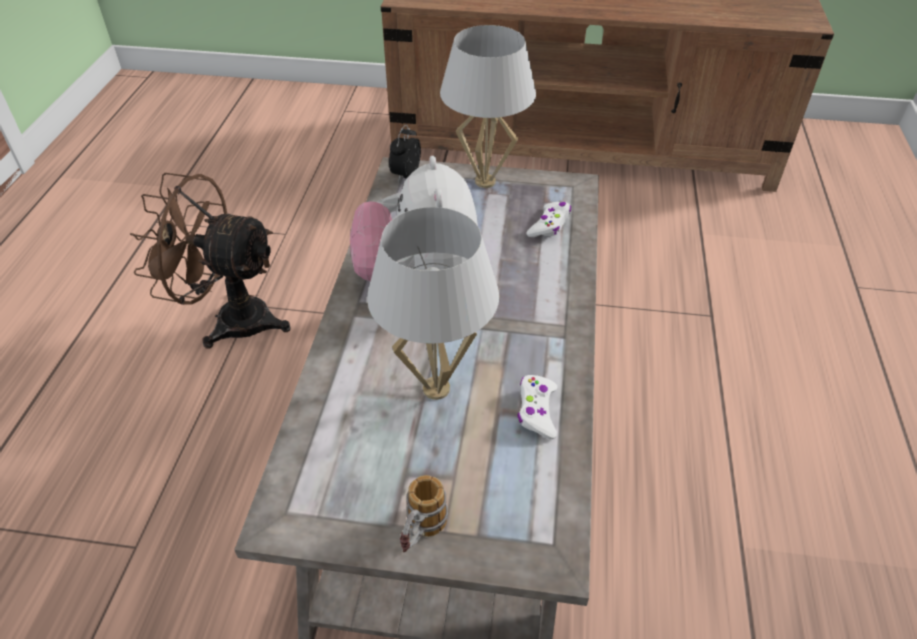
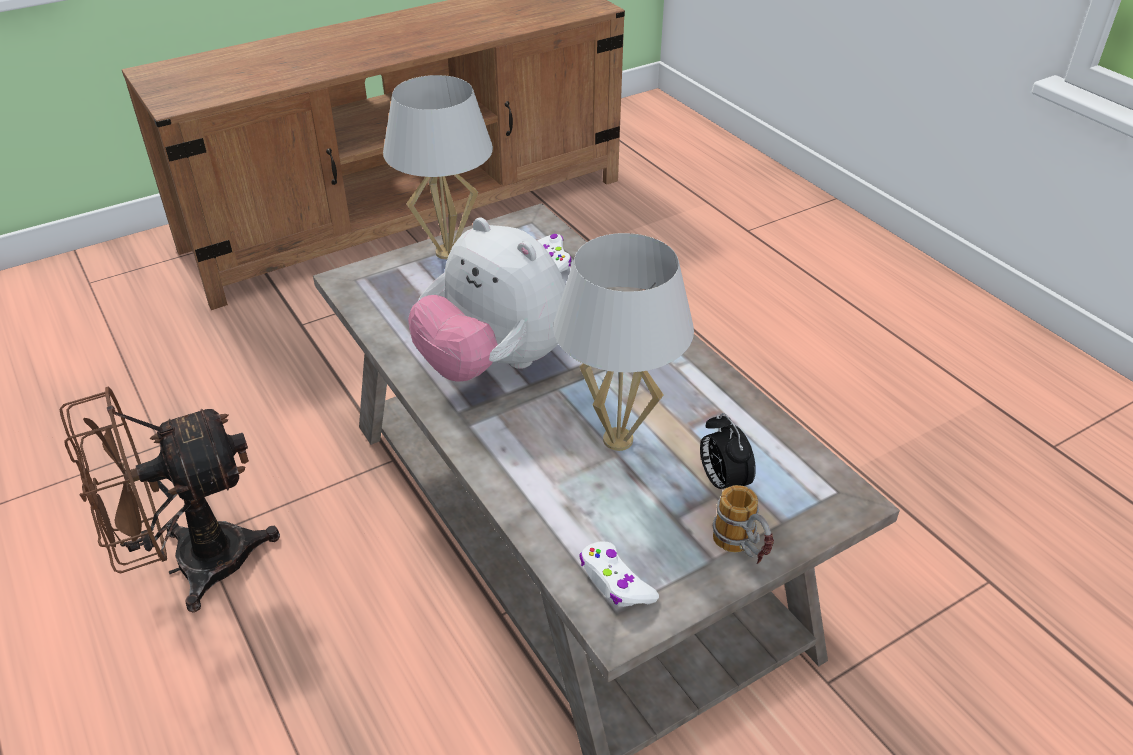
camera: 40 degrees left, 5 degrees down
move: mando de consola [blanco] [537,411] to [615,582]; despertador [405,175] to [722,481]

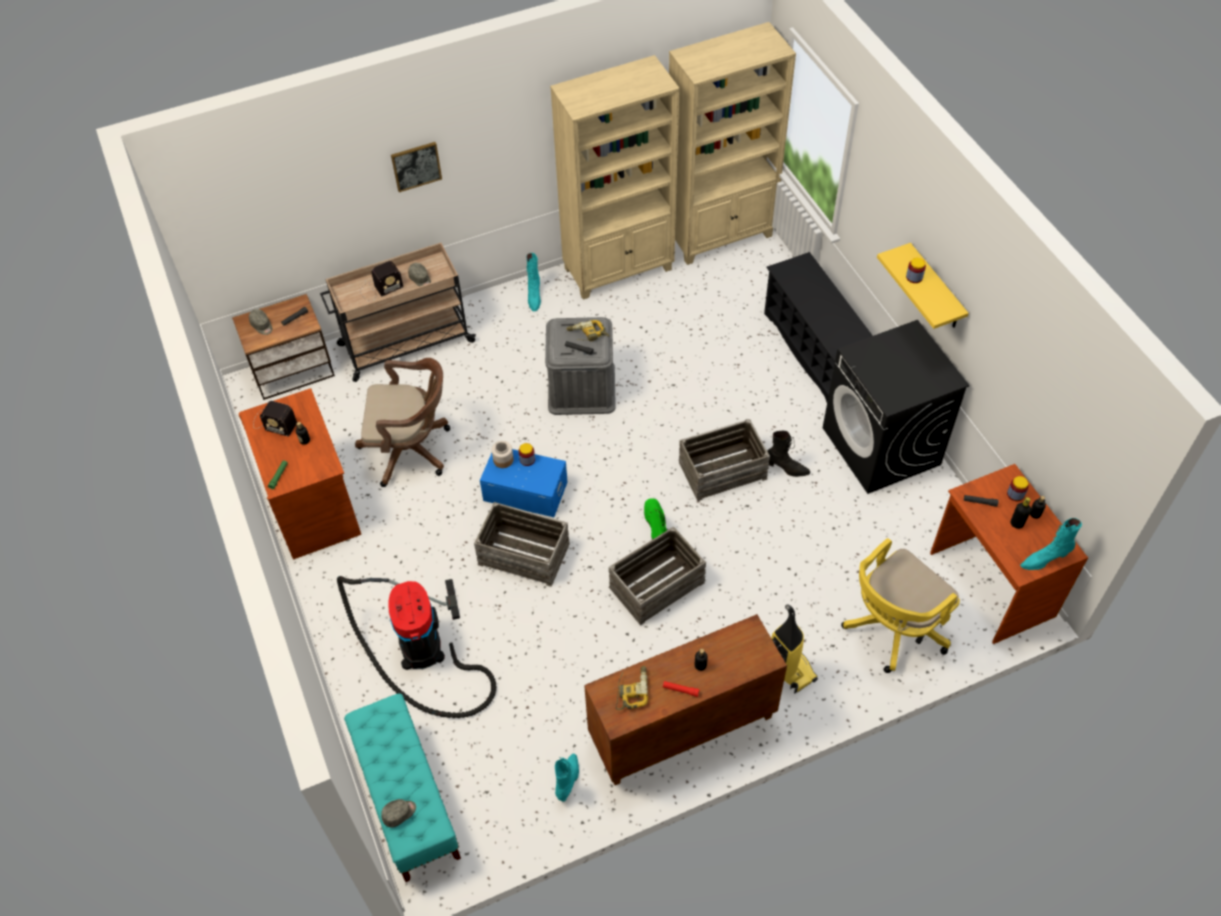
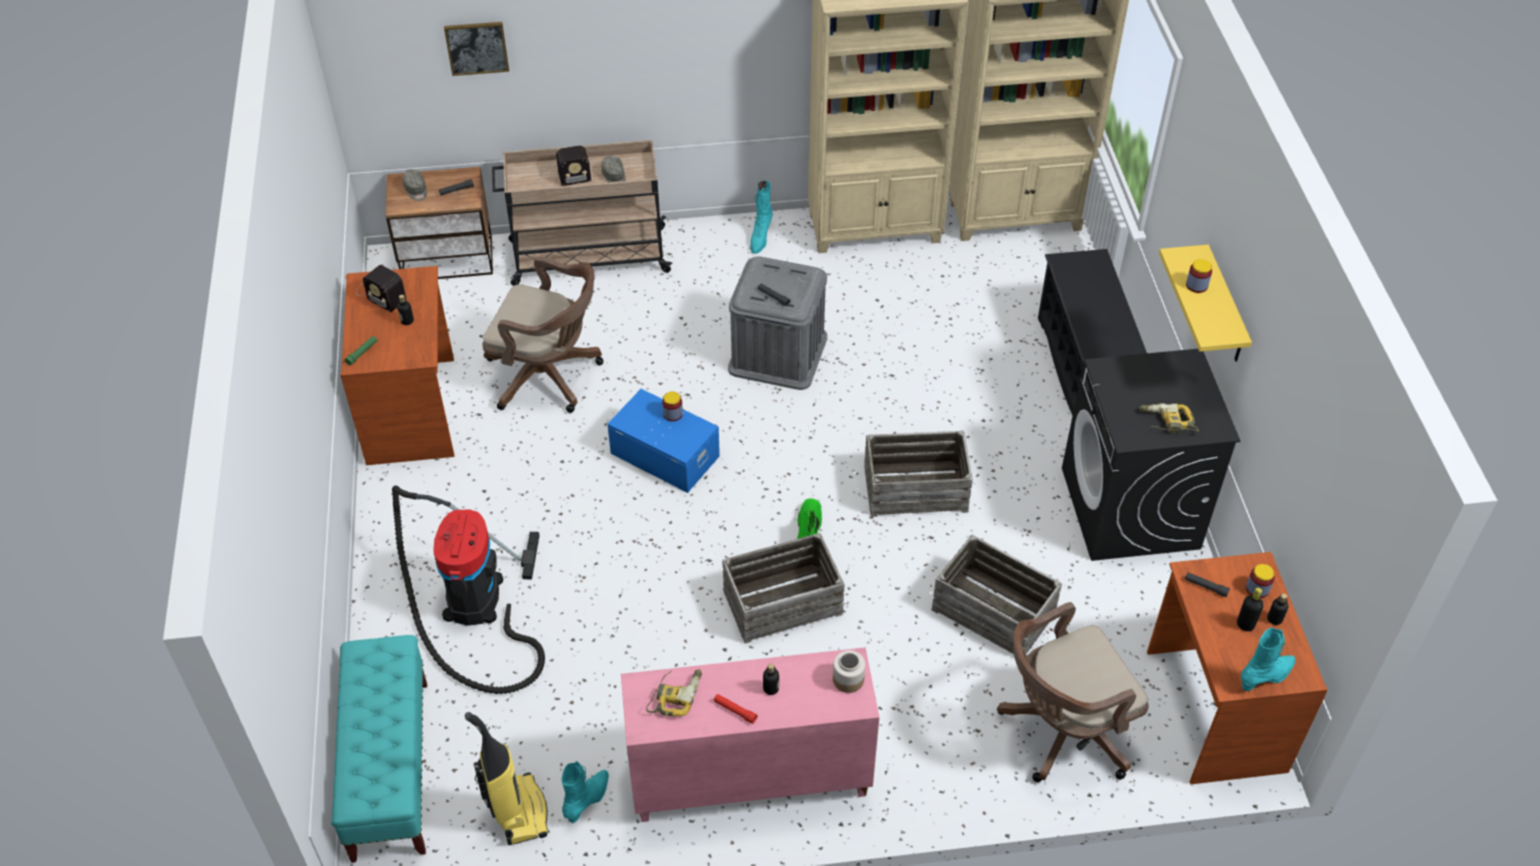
camera: 15 degrees right, 5 degrees down
delete: gorra [gris] [399,813]; bota [negro] [786,469]
move: cuadro [416,166] to [477,47]; aspiradora [787,668] to [518,811]; tarro [503,460] to [848,680]; caja de embalaje [524,553] to [994,611]; taladro [587,334] to [1167,422]
recolor: armario [marrón] [682,730] to armario [rosa] [748,780]; silla de oficina [amarillo] [892,629] to silla de oficina [marrón] [1062,731]
rotate: bota [turquesa] [1044,560] = [1266,677] 150 degrees clockwise

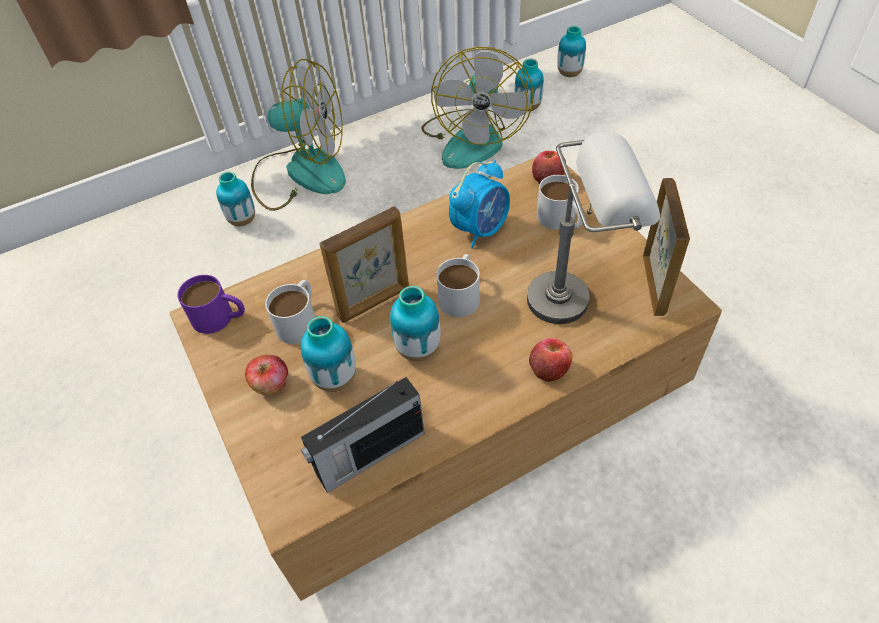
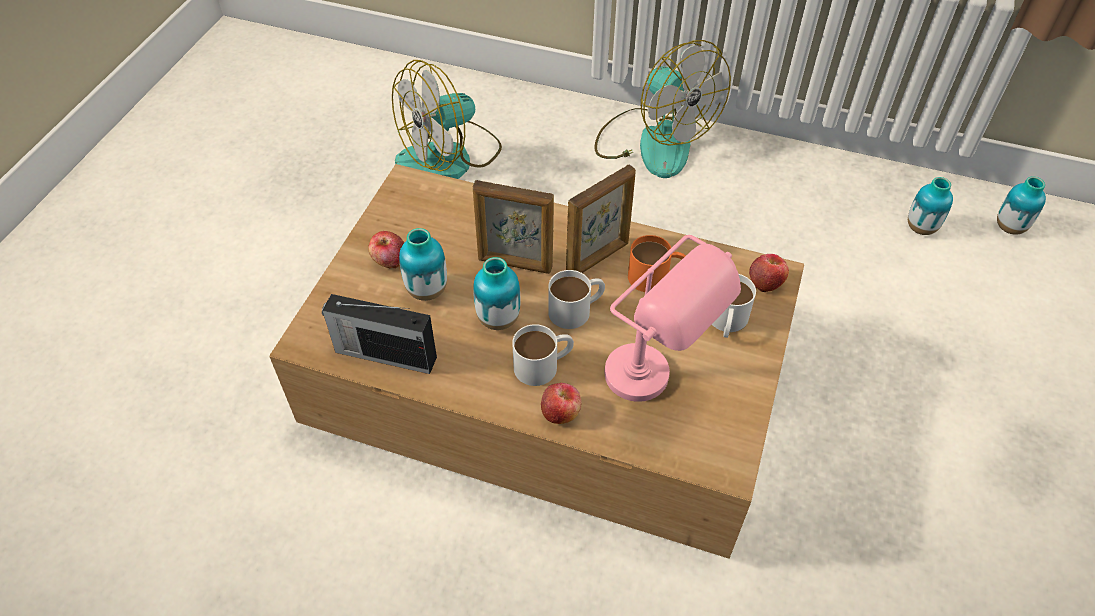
camera: 45 degrees right, 0 degrees up
delete: taza grande [morado] [220,318]; florero [242,220]
move: ventilador [473,138] to [450,156]; taza grande [blanco] [300,320] to [544,364]; portarretratos [654,285] to [598,258]
replace: despertador [480,229] to taza grande [naranja] [656,277]
recolor: lámpara de mesa [gris] [578,295] to lámpara de mesa [rosa] [656,385]

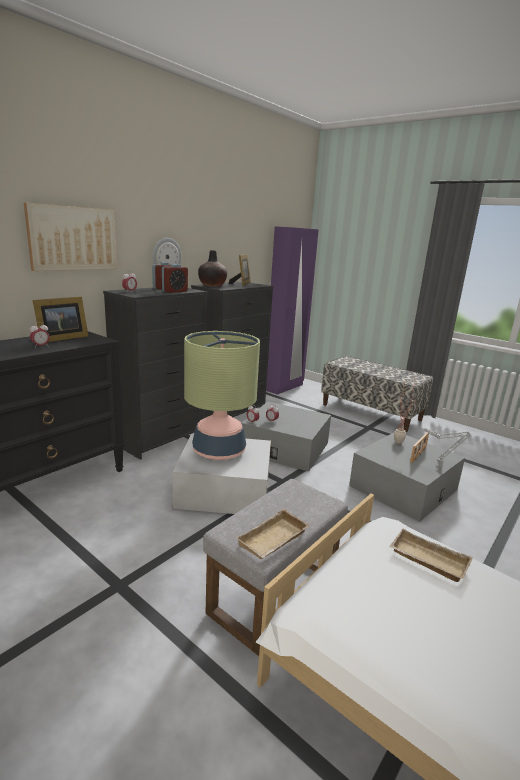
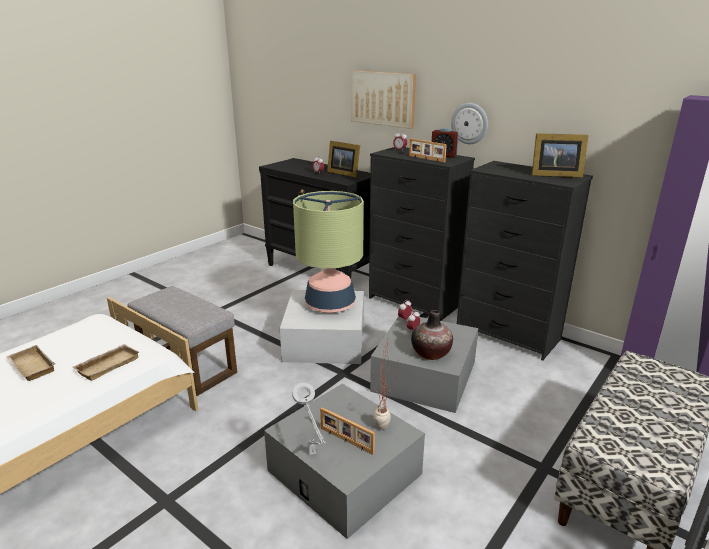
camera: 90 degrees right, 5 degrees up
move: bandeja [beis] [274,540] to [30,367]; florero [212,285] to [431,353]
replace: despertador [175,291] to portarretratos [426,159]

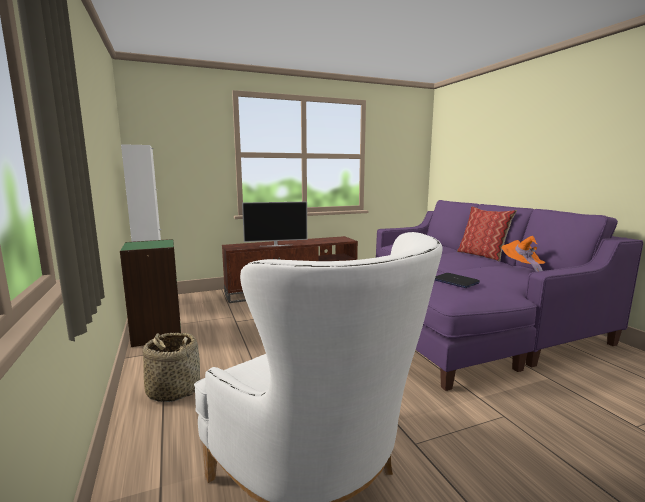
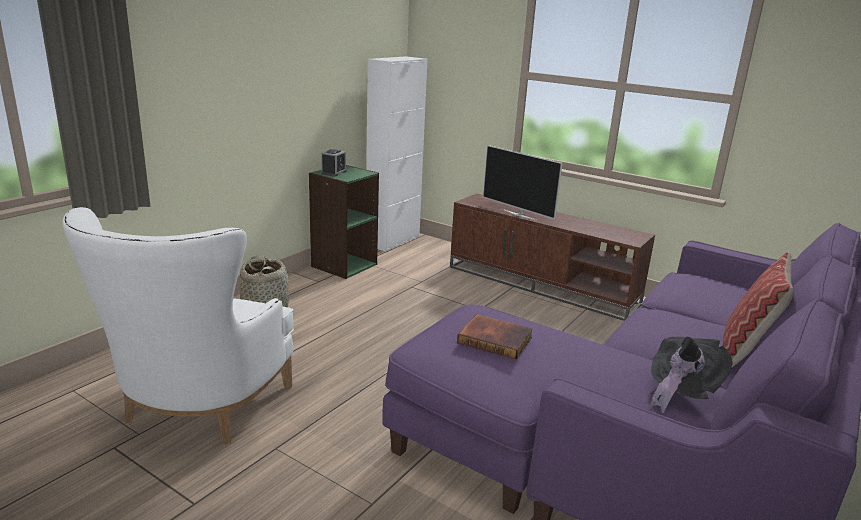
camera: 55 degrees right, 10 degrees up
insert: despertador [333,172]
replace: portátil [455,281] to libro [496,339]
recolor: sombrero [naranja] [522,268] to sombrero [negro] [680,391]

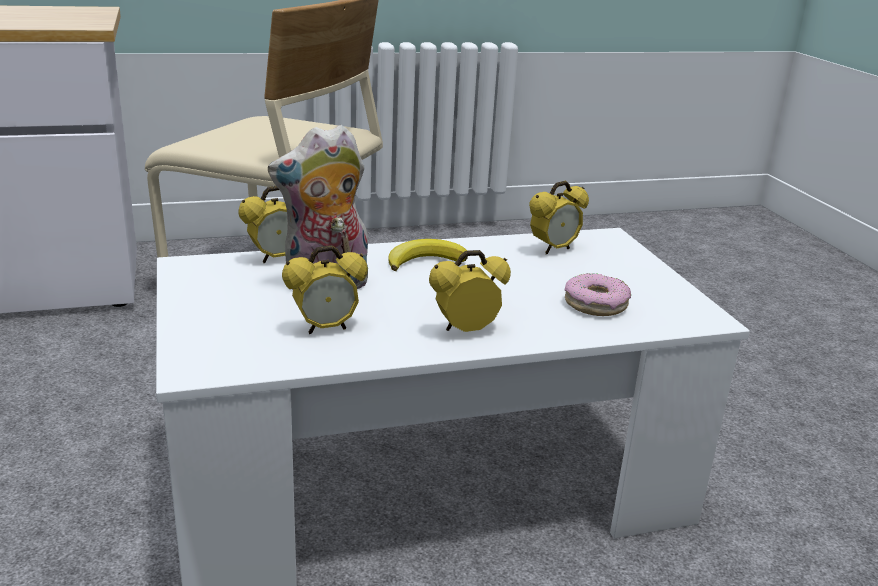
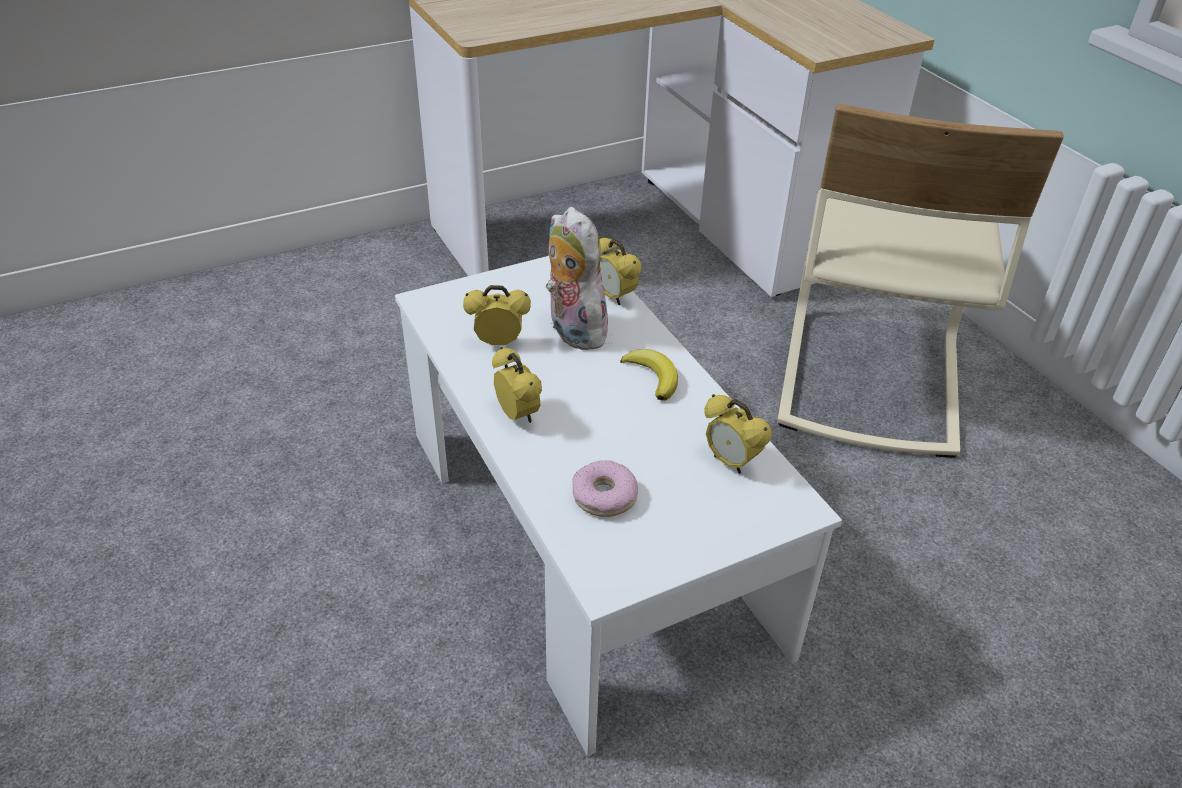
camera: 80 degrees right, 15 degrees up
rotate: despertador [325,328] = [499,343] 120 degrees clockwise

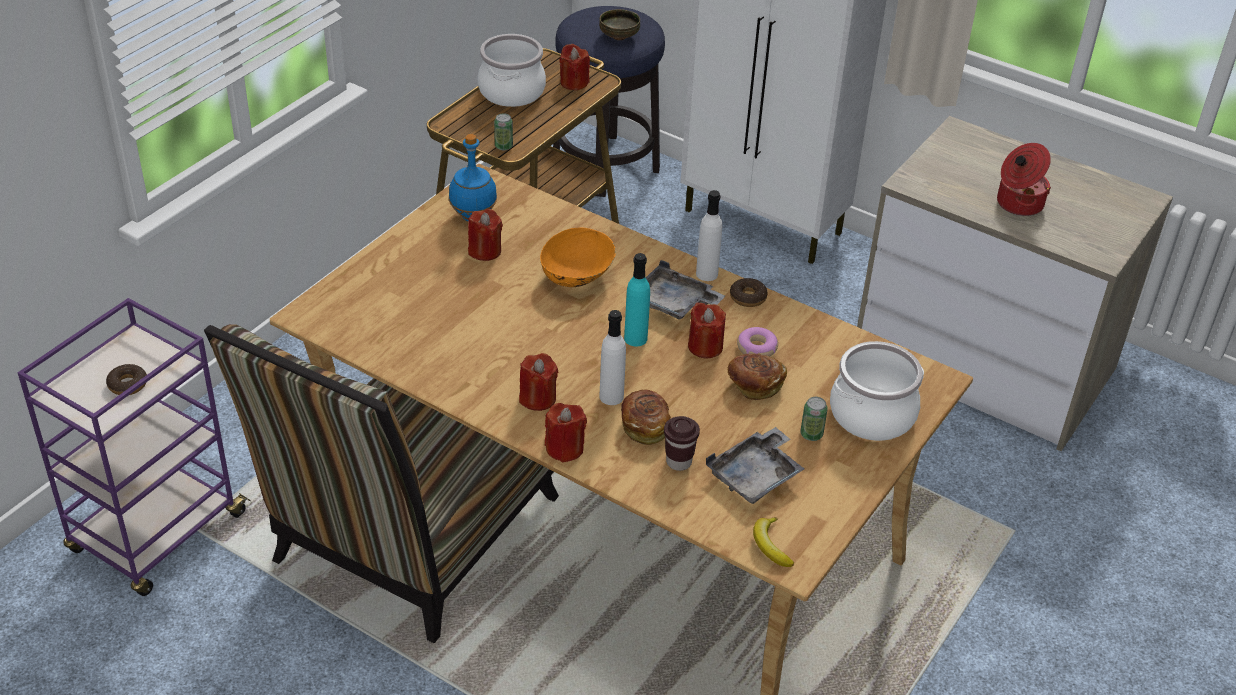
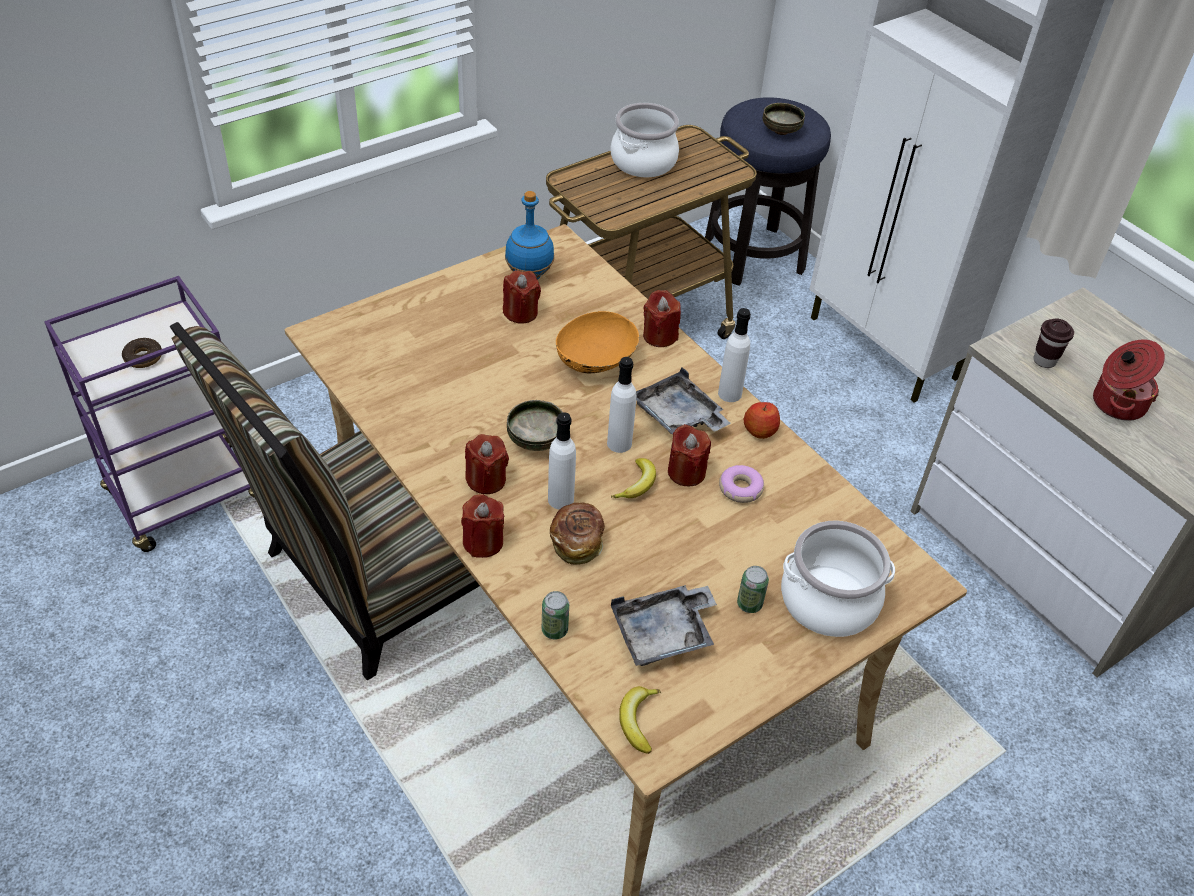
camera: 20 degrees right, 5 degrees up
delete: pan [754,385]
insert: cuenco [536,440]; plátano [637,484]
move: lata [503,146] to [554,630]; vela [rojo] [574,83] to [659,336]; taza [marrón] [679,462] to [1044,361]
replace: rosquilla [748,297] to manzana [760,430]
recolor: botella [turquesa] [635,338] to botella [blanco] [619,443]

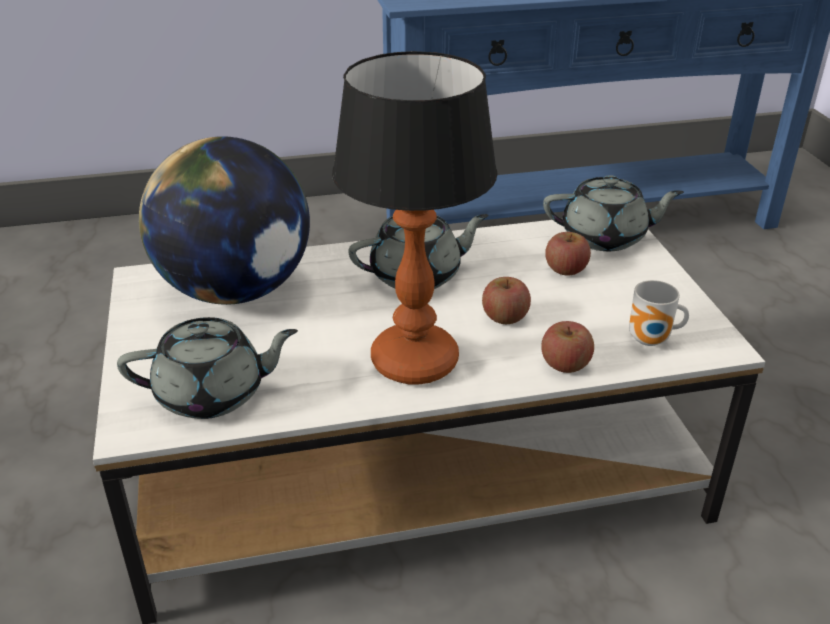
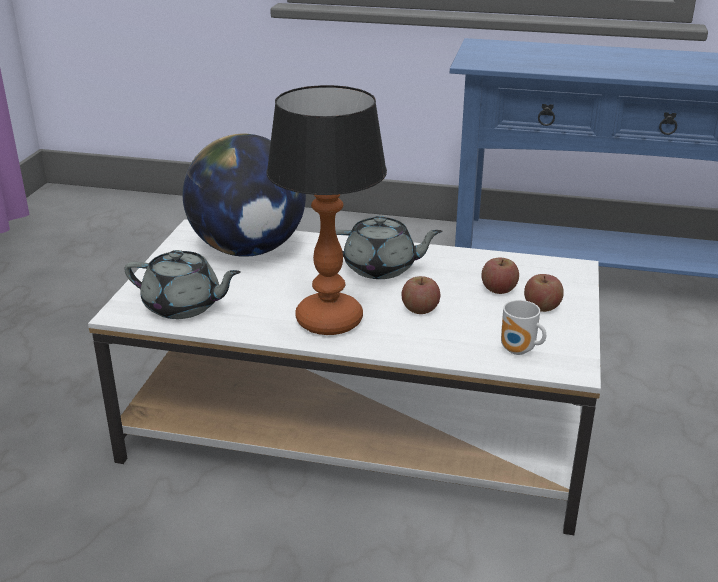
camera: 25 degrees right, 5 degrees down
delete: tetera [gris] [605,237]
move: manzana [565,364] to [542,306]

